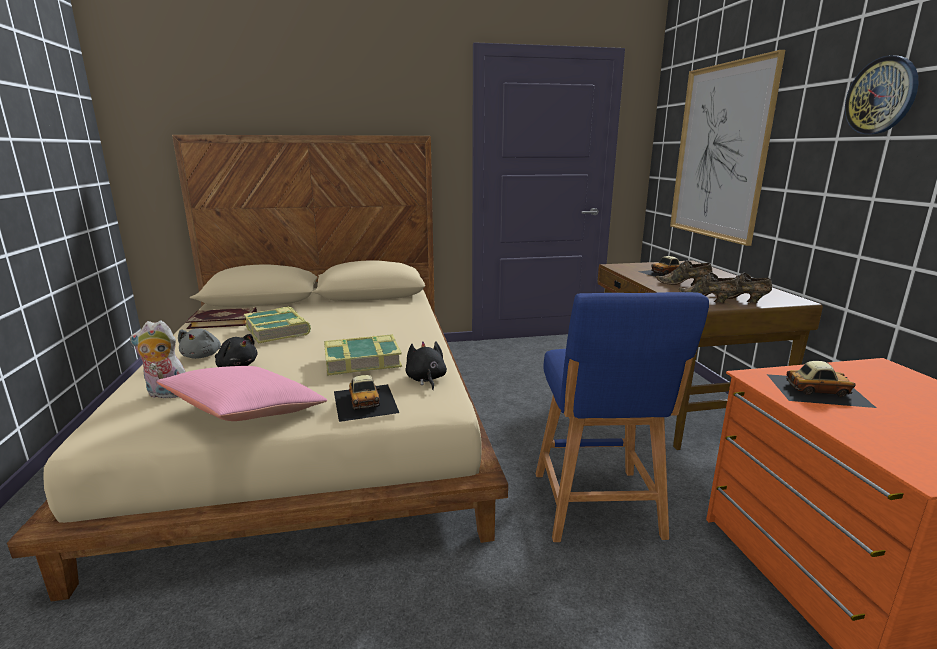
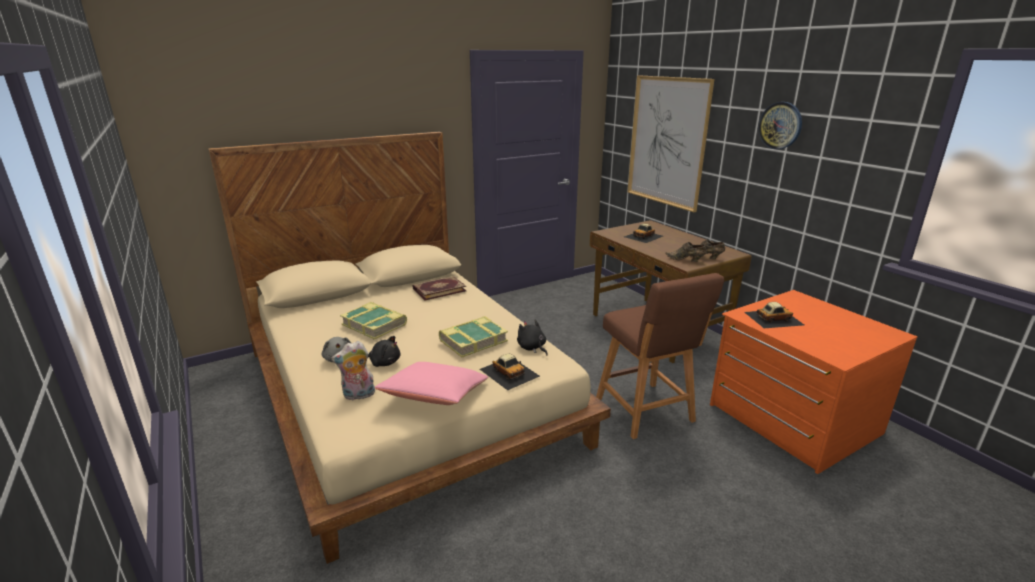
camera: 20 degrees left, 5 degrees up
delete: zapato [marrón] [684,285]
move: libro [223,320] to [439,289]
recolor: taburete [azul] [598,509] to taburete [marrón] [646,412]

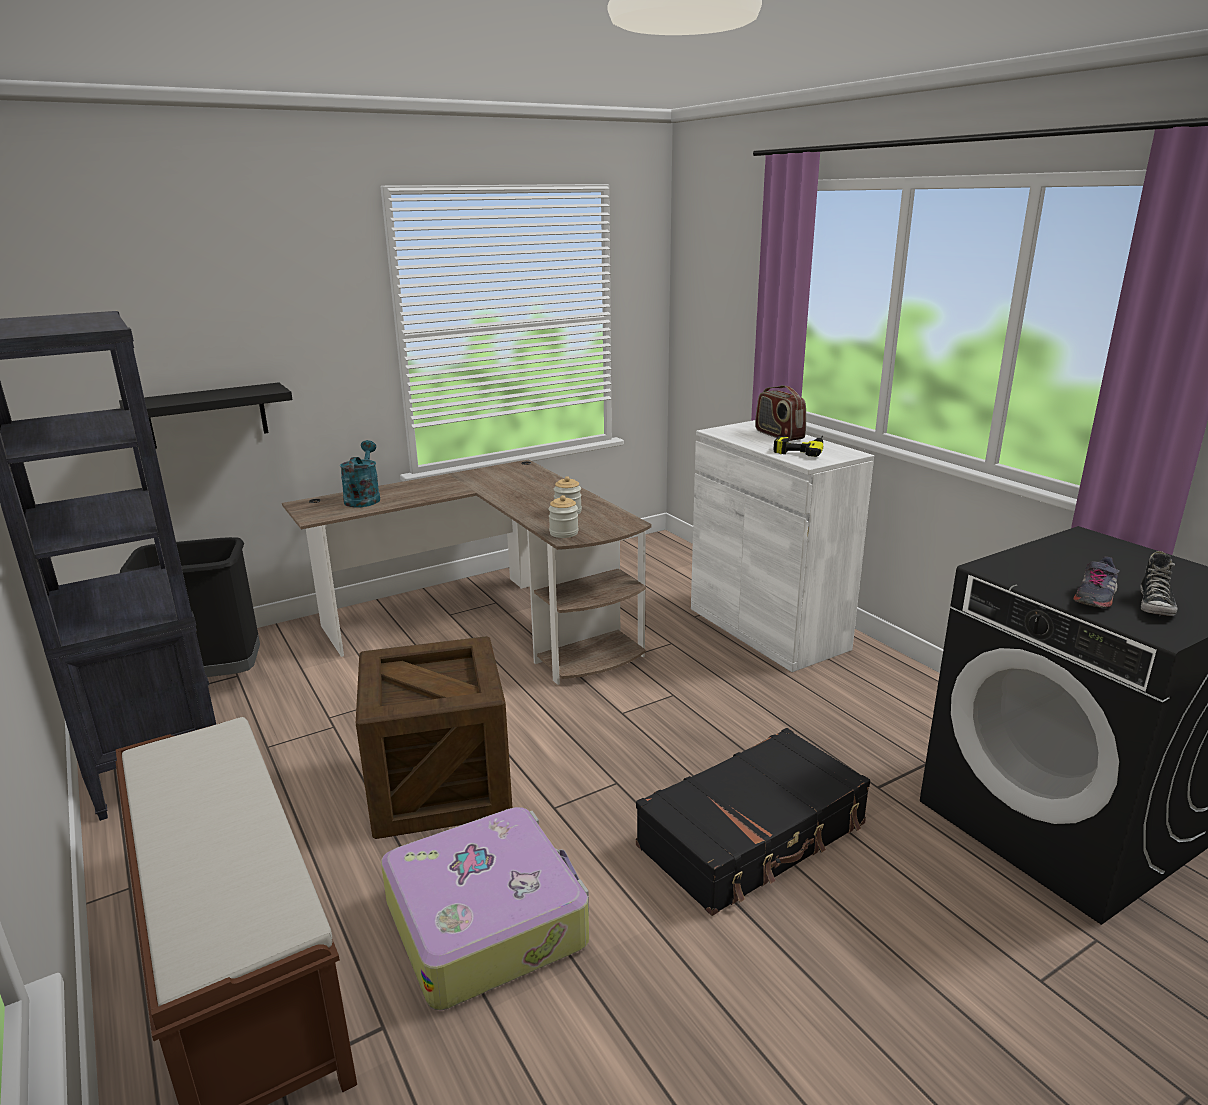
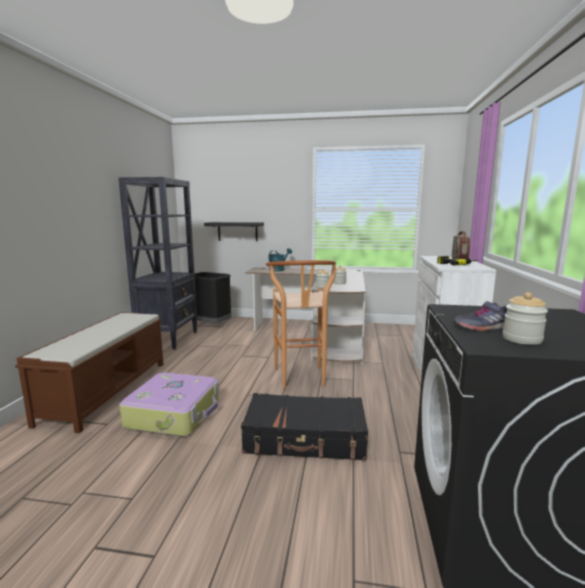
camera: 40 degrees right, 10 degrees down
delete: caja de embalaje [440,786]
insert: taburete [marrón] [301,380]
replace: zapato [1155,605] to tarro [522,339]

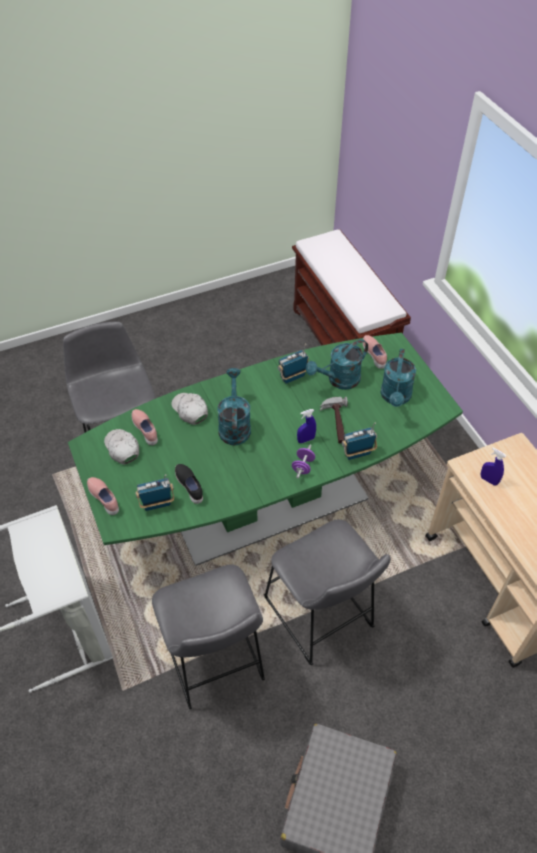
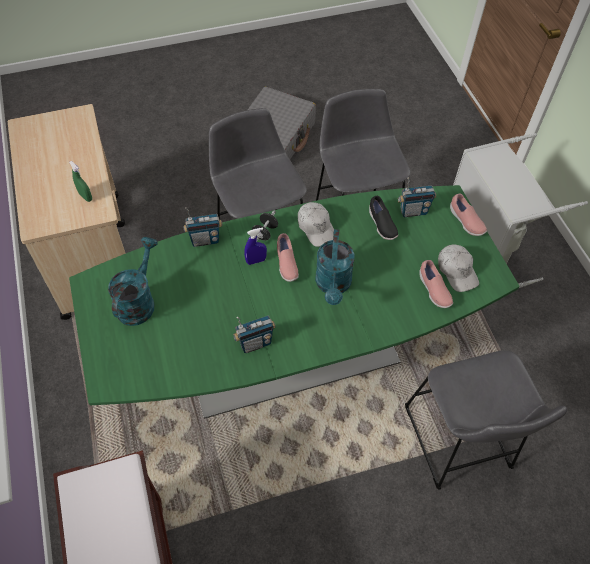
camera: 175 degrees left, 5 degrees up
delete: regadera [turquesa] [339,380]; martillo [335,422]
move: zapato [rosa] [374,355] to [286,264]; gorra [blanco] [190,410] to [316,228]
recolor: pulverizador [azul] [488,480] to pulverizador [verde] [85,197]; mancuerna [morado] [303,466] to mancuerna [negro] [265,233]

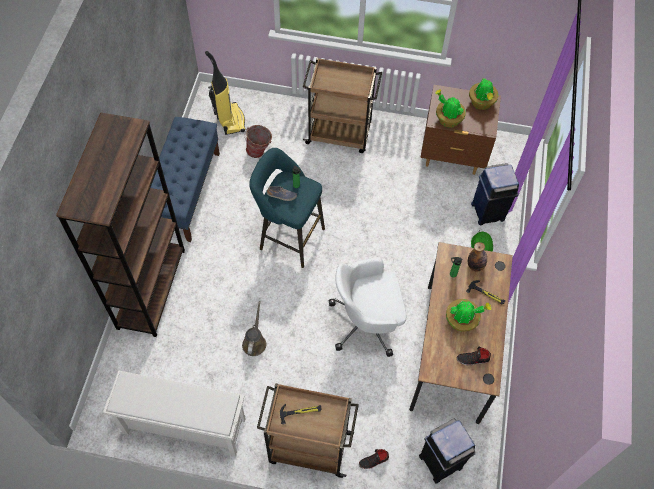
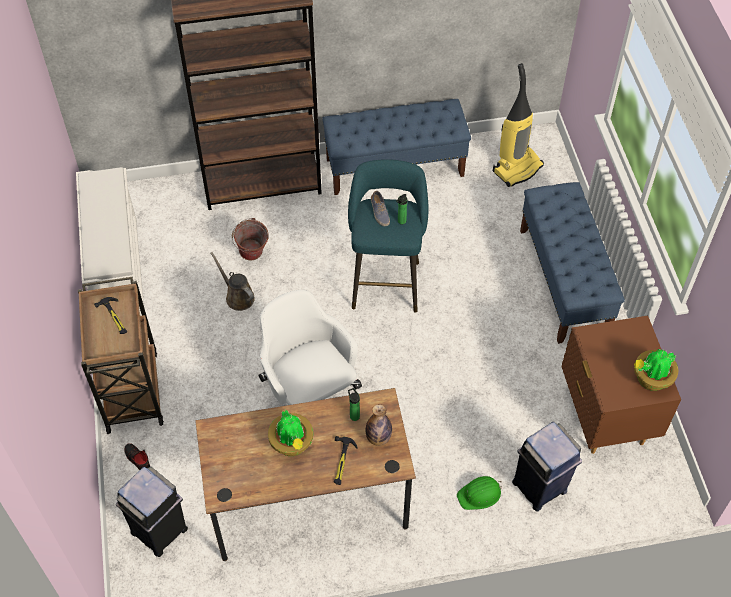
camera: 70 degrees right, 5 degrees down
delete: planta en maceta [447,119]; zapato [negro] [473,359]
move: cubo [259,152] to [252,256]
replace: carrito [marrón] [340,134] to banco [azul] [563,281]
rotate: regadera [marrón] [254,342] = [238,296] 120 degrees counterclockwise

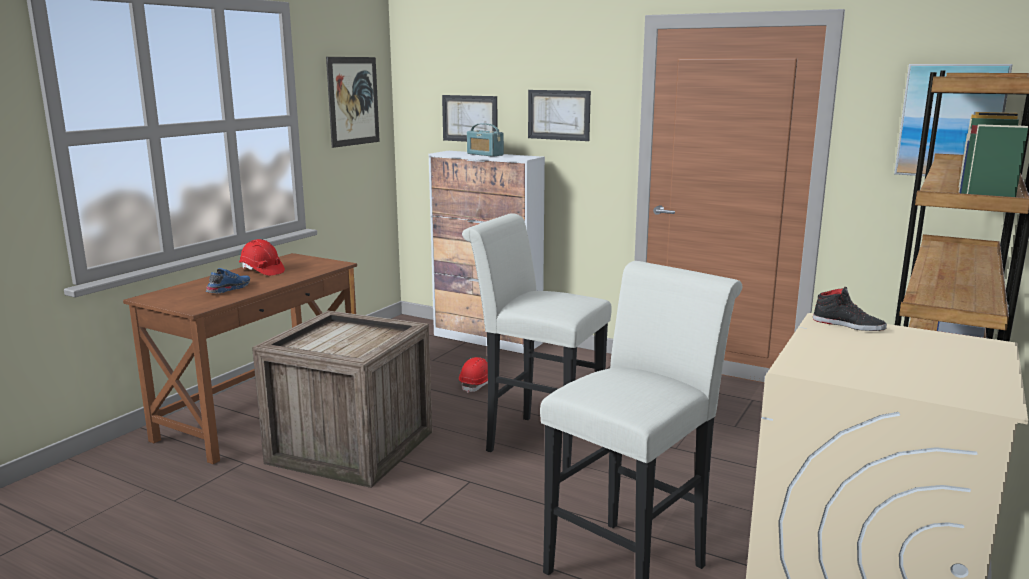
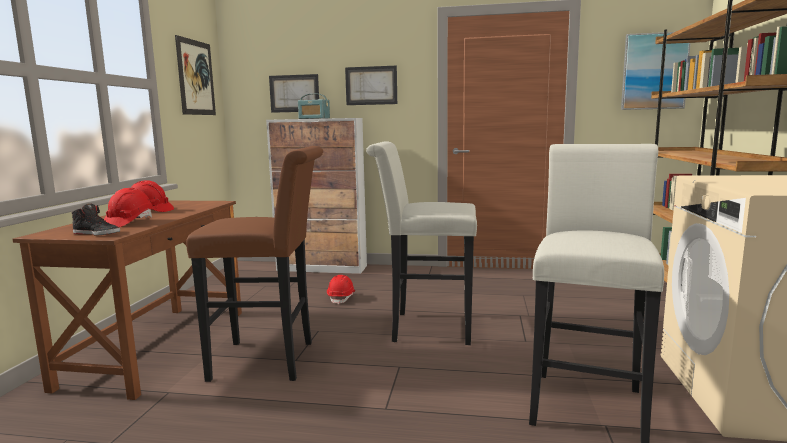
camera: 20 degrees left, 5 degrees down
move: zapato [negro] [848,325] to [97,233]
replace: zapato [azul] [228,289] to casco [rojo] [129,222]; caja de embalaje [352,448] to taburete [marrón] [271,360]

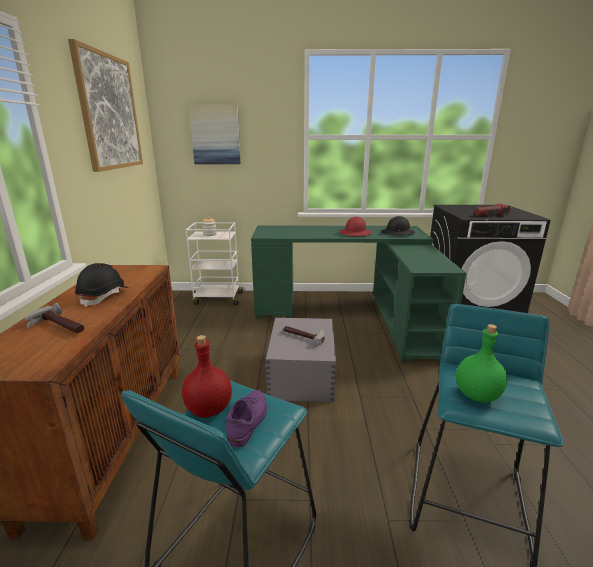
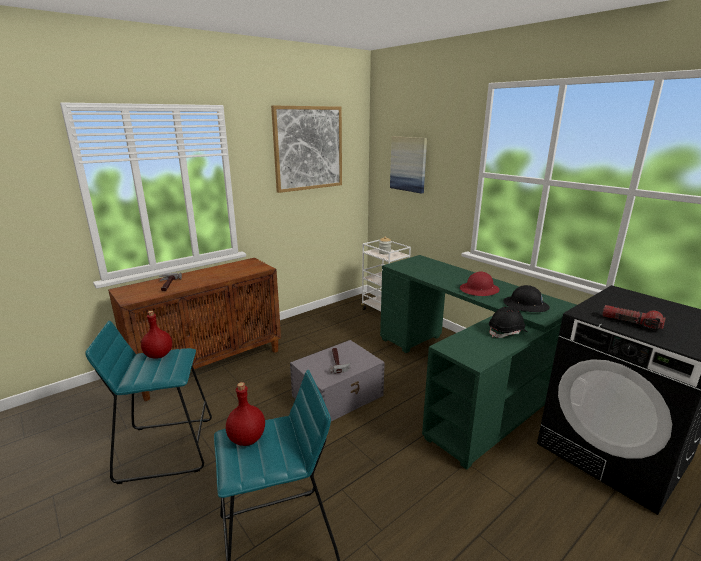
camera: 50 degrees right, 0 degrees up
delete: zapato [morado] [248,421]
move: casco [negro] [104,296] to [507,332]
recolor: botella [verde] [477,396] to botella [rojo] [246,439]

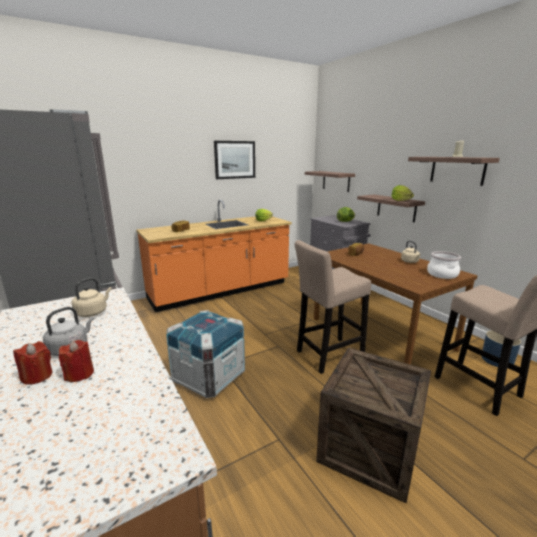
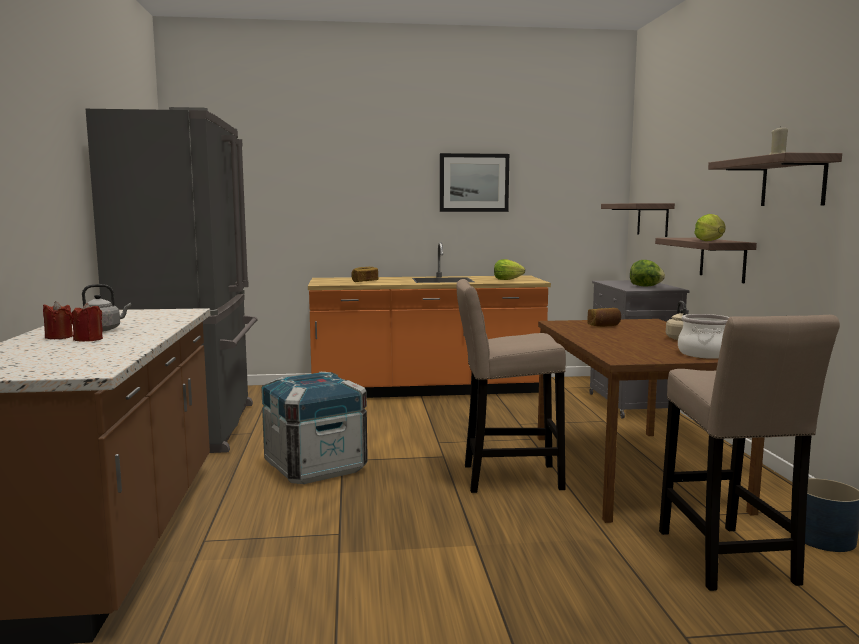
camera: 25 degrees right, 10 degrees down
delete: hervidor [beis] [93,312]; caja de embalaje [369,448]

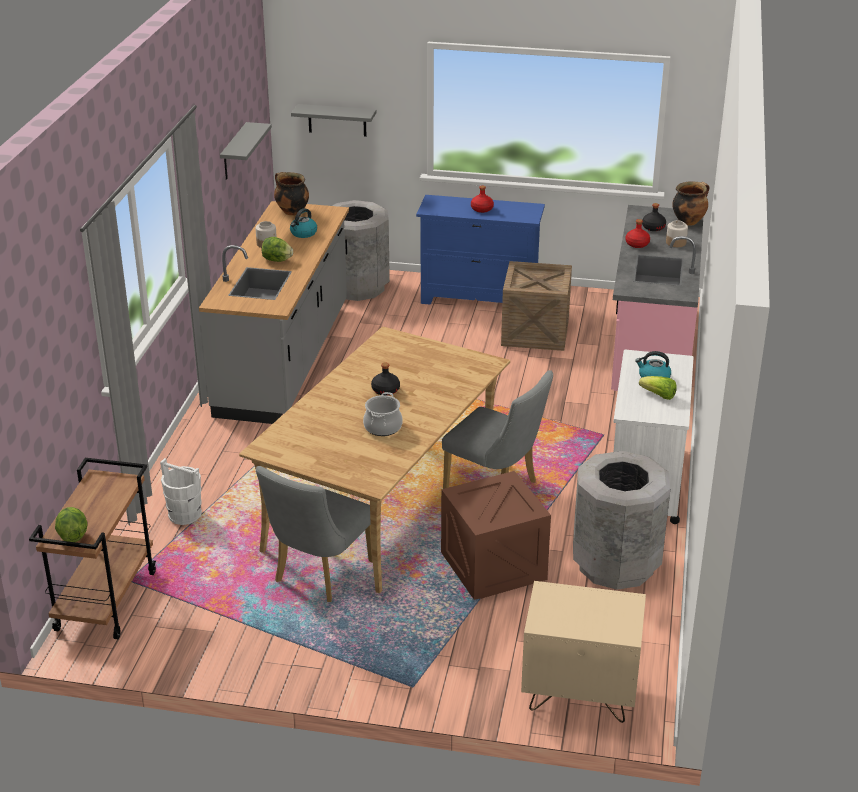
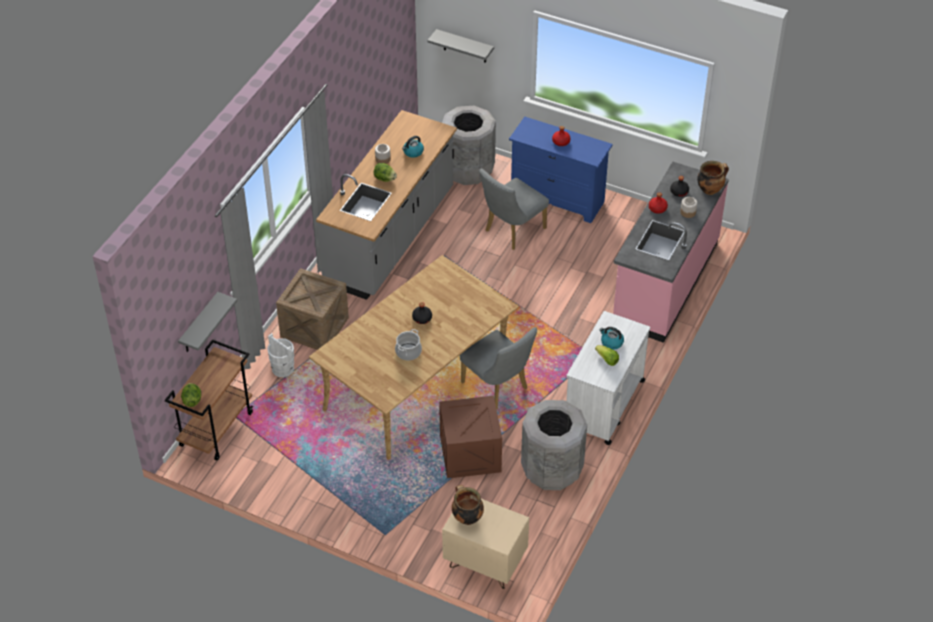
camera: 15 degrees right, 15 degrees up
move: estante [gris] [234,152] to [199,324]; caja de embalaje [535,332] to [314,327]; olla [291,212] to [467,517]; silla [gris] [319,575] to [511,231]

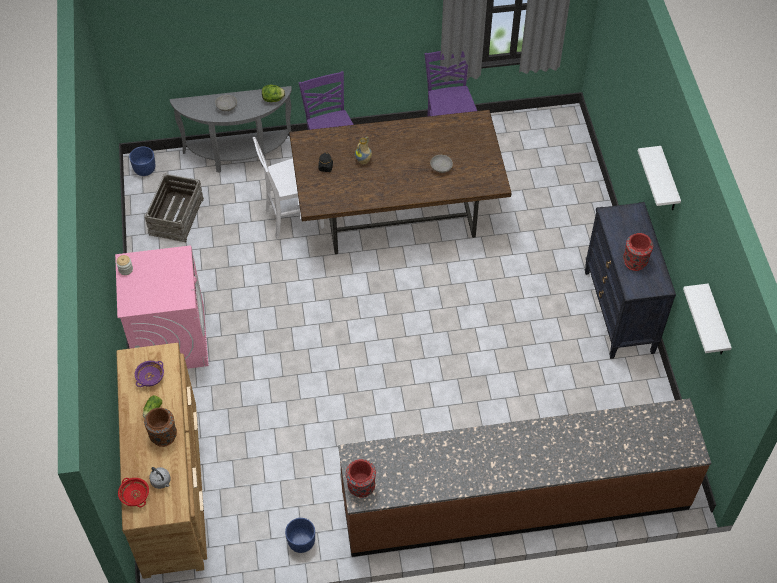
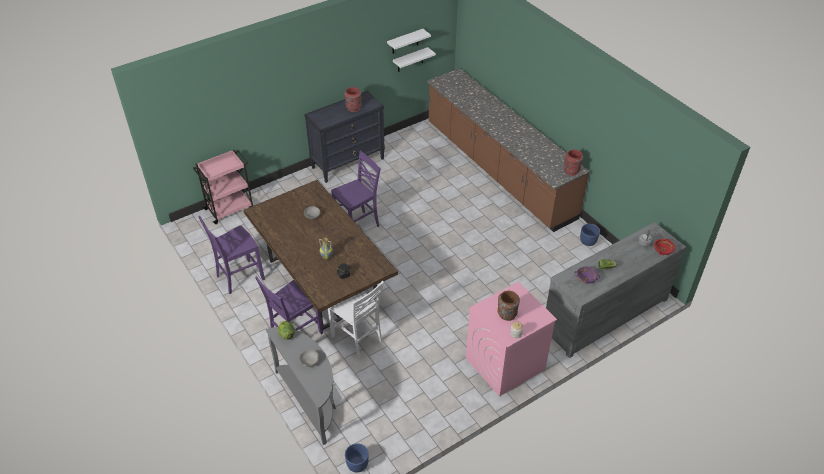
camera: 115 degrees left, 10 degrees down
delete: caja de embalaje [176,216]
insert: carrito [rosa] [230,208]; silla [morado] [358,225]
move: estante [blanco] [668,181] to [410,60]; florero [marrón] [163,436] to [506,314]
recolor: cómoda [marrón] [170,484] to cómoda [gris] [604,314]

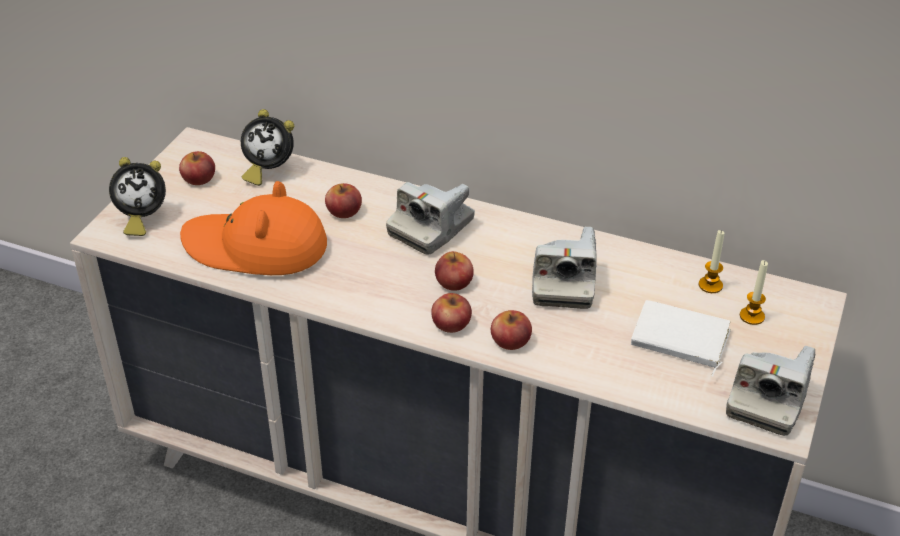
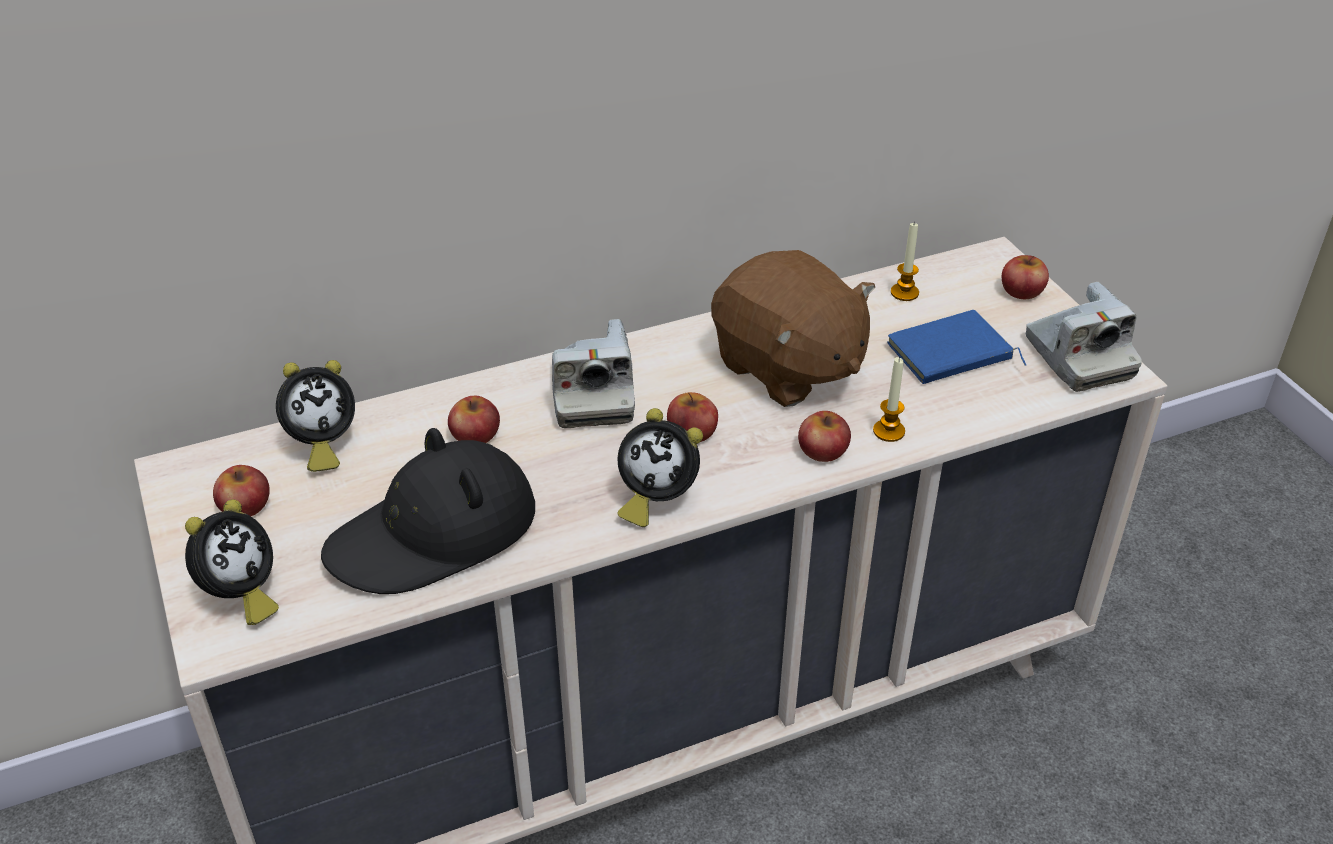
camera: 45 degrees left, 0 degrees up
insert: despertador [655,499]
move: vela [752,316] to [889,431]; manzana [451,323] to [1022,290]
replace: cámara [563,282] to peluche [marrón] [787,367]
recolor: sombrero [naranja] [256,247] to sombrero [negro] [434,534]; libro [blanco] [679,340] to libro [azul] [950,355]

